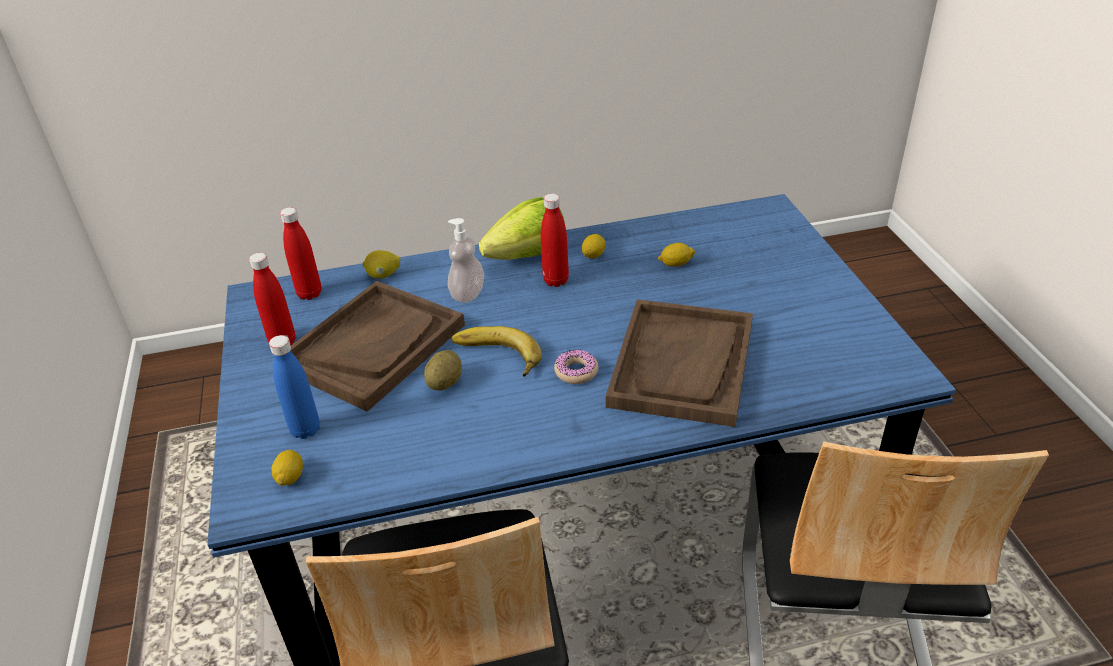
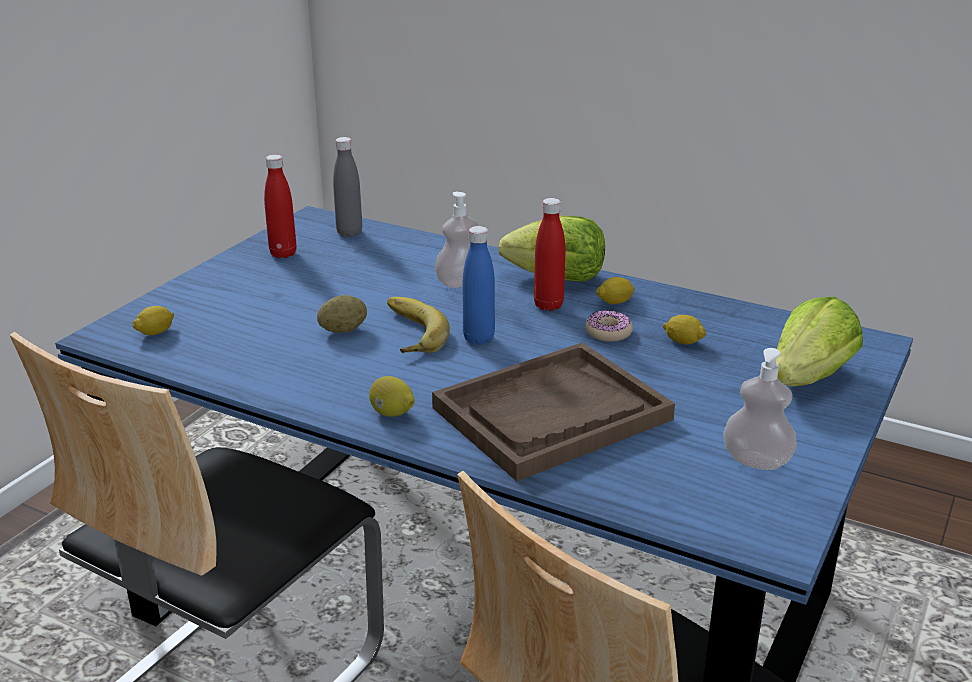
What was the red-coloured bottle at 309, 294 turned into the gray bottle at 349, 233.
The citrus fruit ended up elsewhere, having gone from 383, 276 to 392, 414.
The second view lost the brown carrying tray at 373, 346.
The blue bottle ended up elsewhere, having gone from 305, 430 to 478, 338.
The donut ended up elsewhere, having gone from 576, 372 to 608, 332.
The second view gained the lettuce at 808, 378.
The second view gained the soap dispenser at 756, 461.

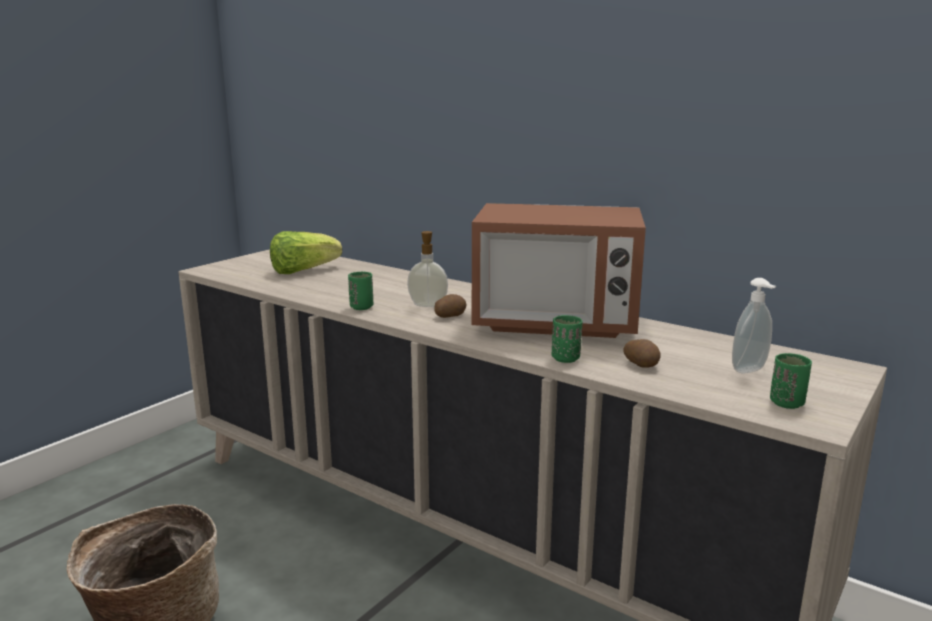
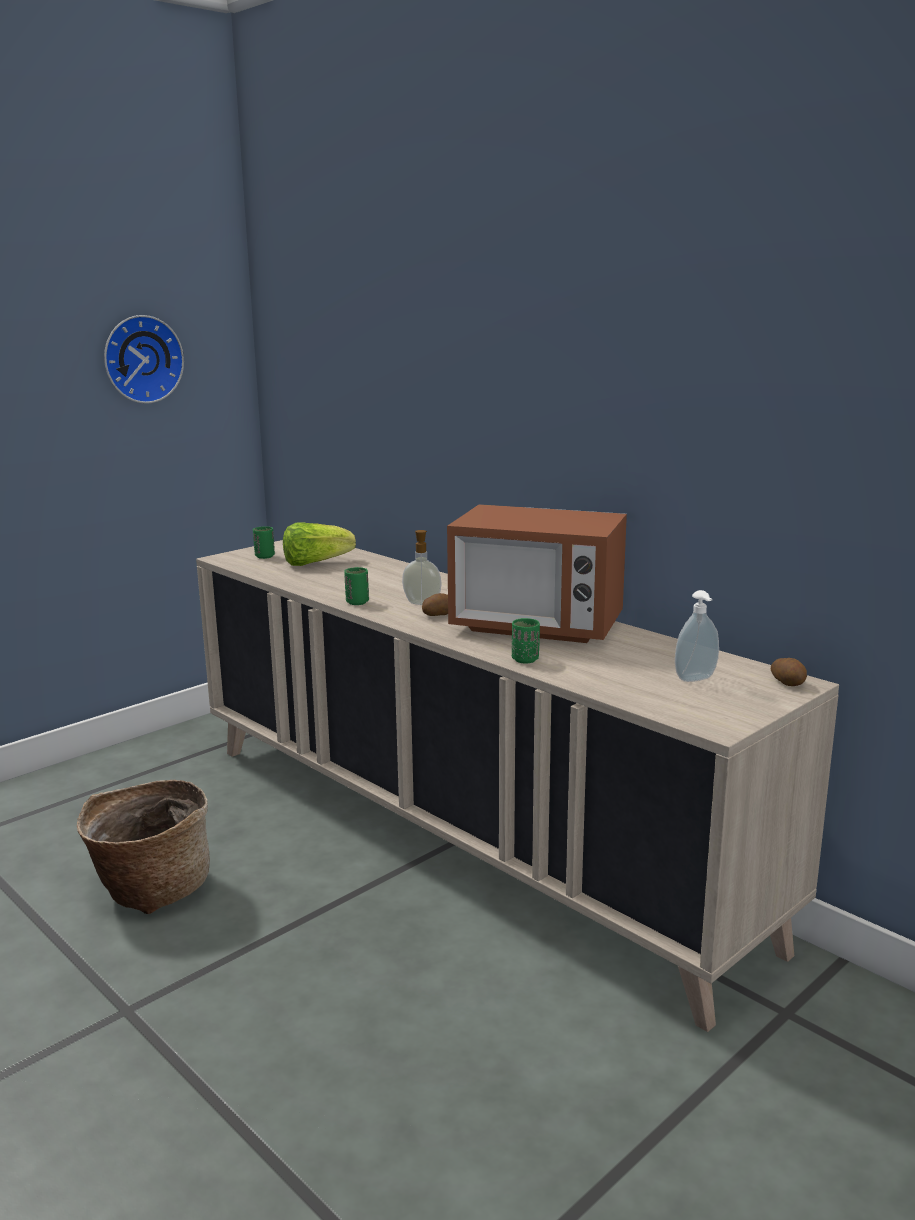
The potato ended up elsewhere, having gone from 642, 364 to 788, 683.
The greenish cup ended up elsewhere, having gone from 786, 403 to 264, 556.
The second view gained the wall clock at 141, 359.

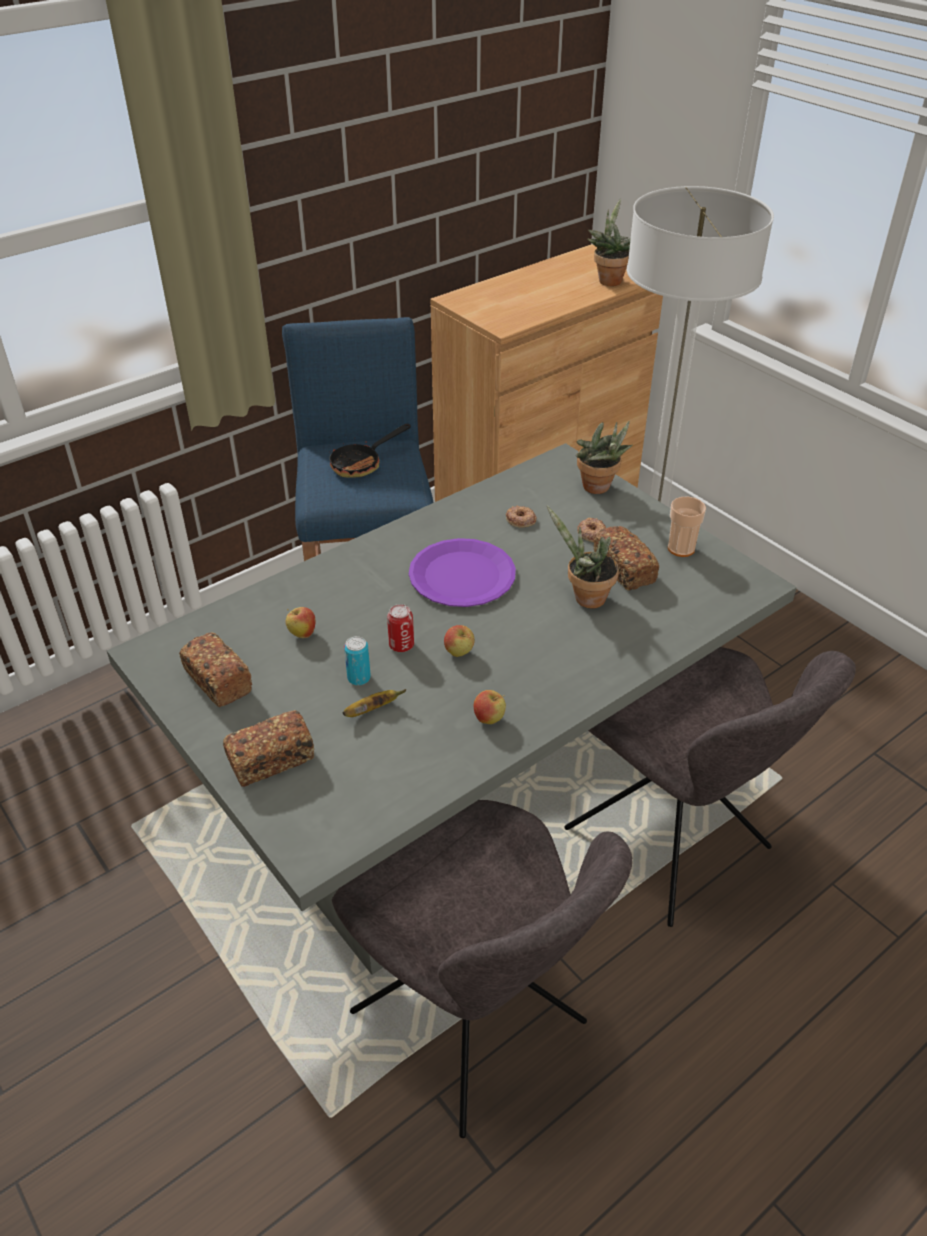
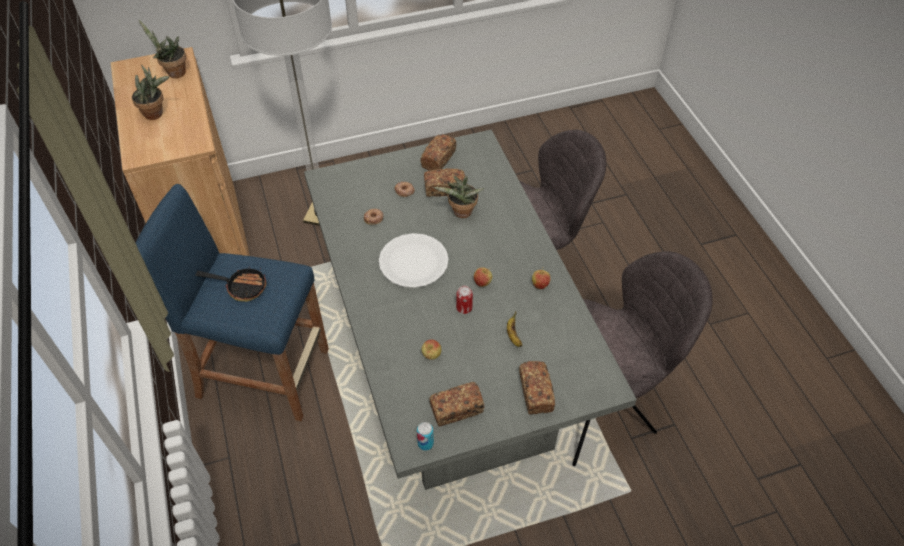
The plant in a pot ended up elsewhere, having gone from 599, 489 to 156, 113.
The frying pan at 362, 464 ended up facing another way, 60 degrees counterclockwise from before.
Where the cup stood at 681, 548, the bakery bread came to stand at 438, 159.
What was the purplish plate at 462, 575 turned into the white-coloured plate at 413, 261.
The sealed can ended up elsewhere, having gone from 359, 678 to 425, 443.

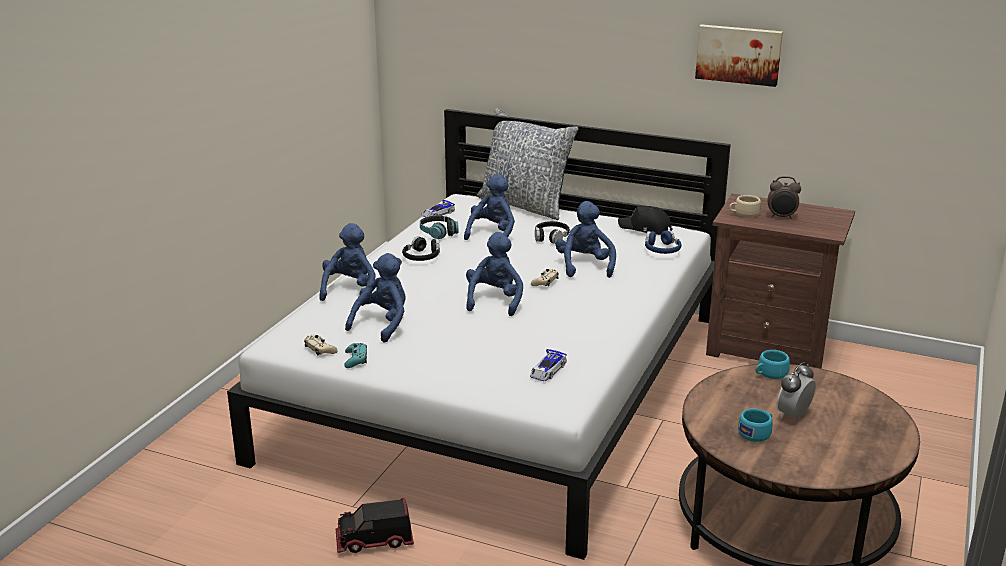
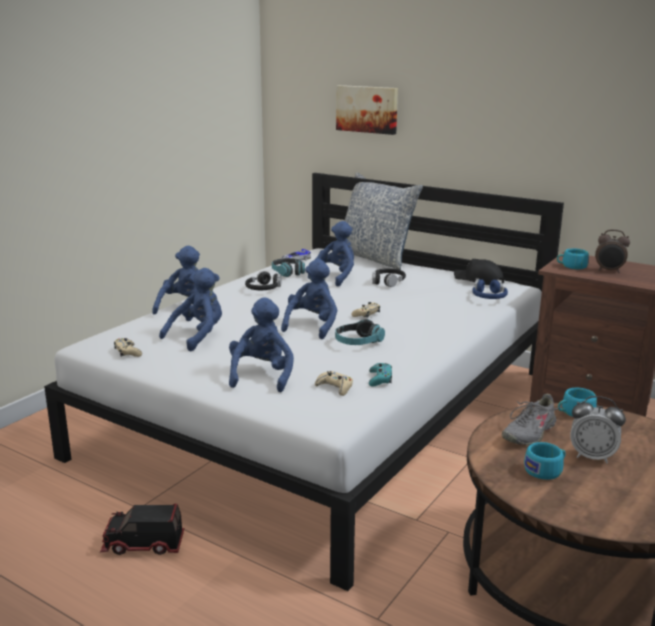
The wall art ended up elsewhere, having gone from 738, 54 to 367, 109.
What was the beige cup at 743, 214 turned into the turquoise-coloured cup at 571, 266.
The blue soft toy ended up elsewhere, having gone from 585, 266 to 262, 376.
The turquoise-coloured joypad ended up elsewhere, having gone from 356, 359 to 380, 379.
Where the toy car stood at 547, 370, the beige joypad came to stand at 334, 387.
The bedside clock at 793, 415 ended up facing another way, 120 degrees counterclockwise from before.
The second view gained the headset at 358, 342.
The second view gained the gray shoe at 528, 433.

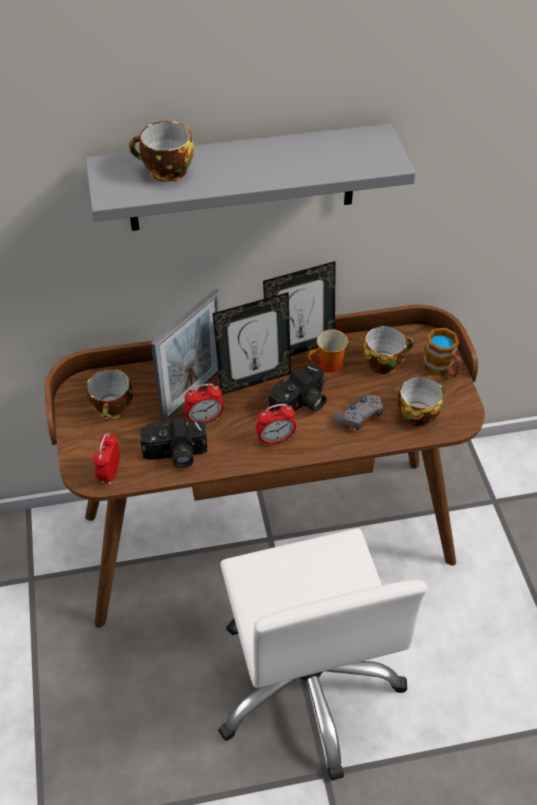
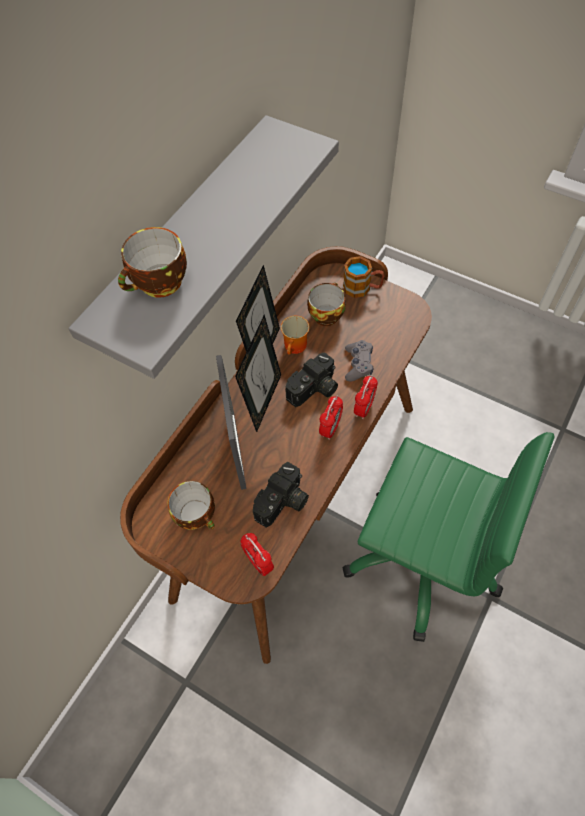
The still camera at 300, 405 ended up facing another way, 45 degrees clockwise from before.
The second view lost the cup at 417, 412.
The bedside clock ended up elsewhere, having gone from 205, 419 to 364, 408.
What was the white-coloured office chair at 307, 683 turned into the greenish office chair at 422, 558.

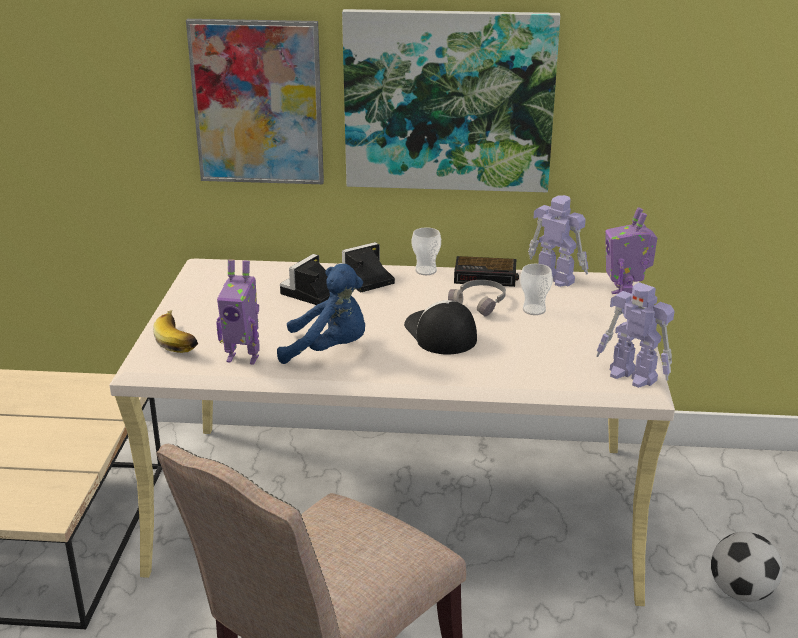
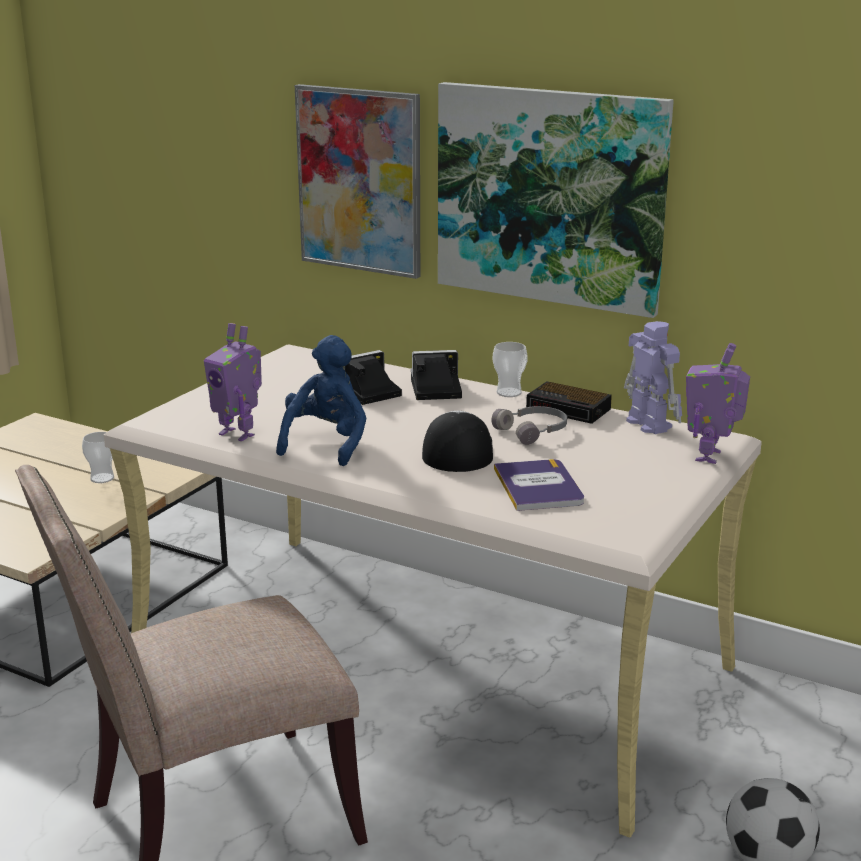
The blue soft toy at 328, 350 ended up facing another way, 105 degrees counterclockwise from before.
The cup ended up elsewhere, having gone from 534, 310 to 102, 478.
The second view lost the toy robot at 633, 376.
The second view lost the banana at 181, 341.
The second view gained the volume at 538, 486.

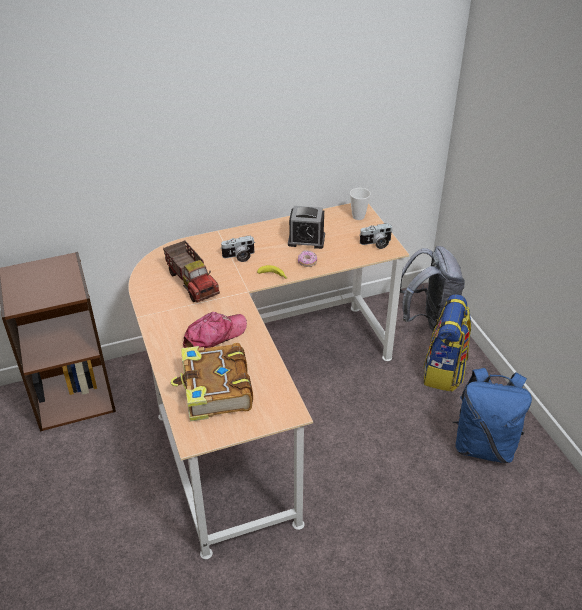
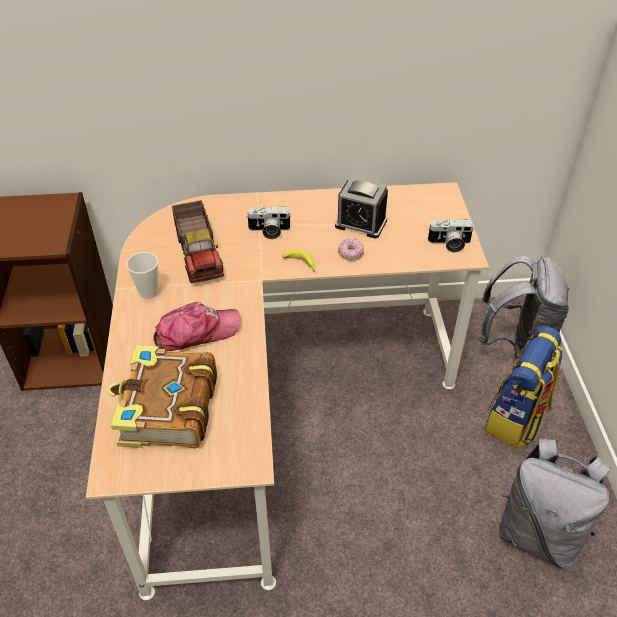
The cup ended up elsewhere, having gone from 358, 216 to 148, 292.
What was the blue knapsack at 484, 445 turned into the gray knapsack at 539, 533.

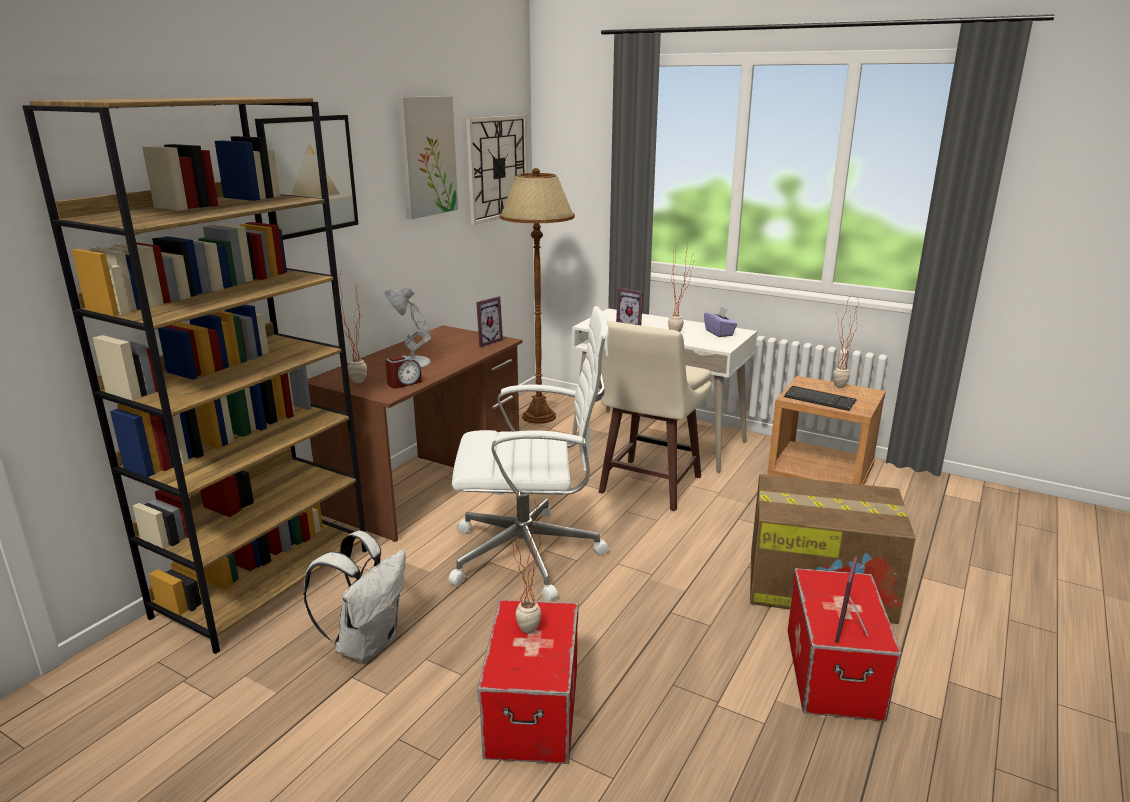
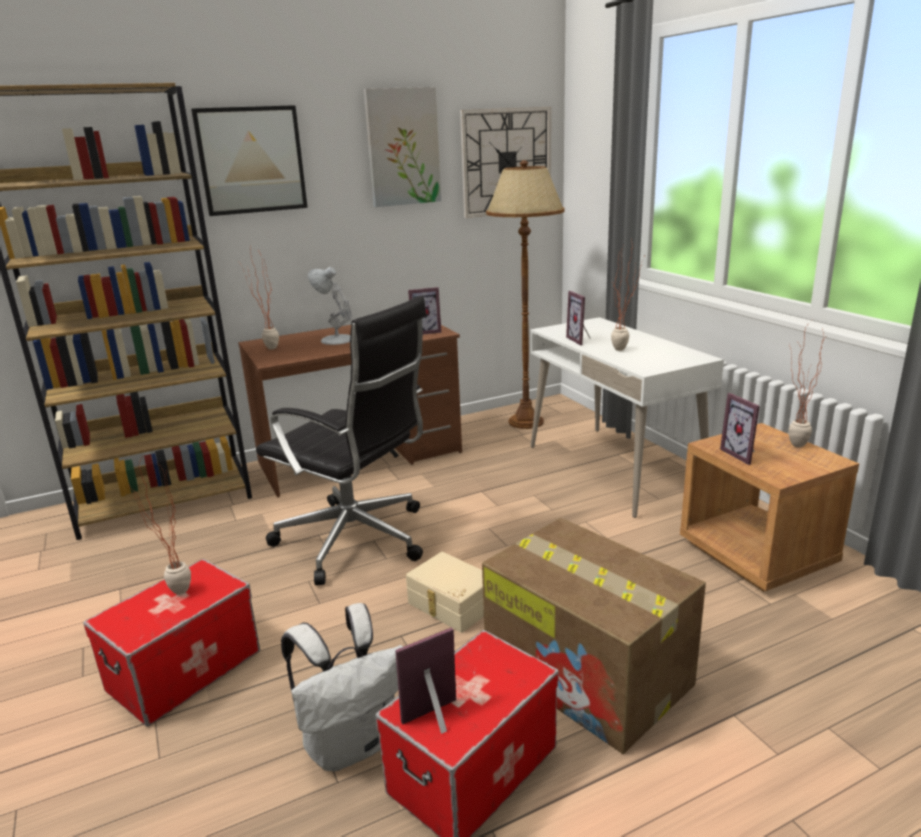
What was the white-coloured office chair at 530, 555 turned into the black office chair at 357, 540.
The second view lost the purplish box of tissues at 719, 333.
The second view lost the beige stool seat at 648, 486.
The second view lost the bedside clock at 404, 383.
Where the computer keyboard stood at 819, 400, the picture frame came to stand at 743, 454.
The white-coloured knapsack ended up elsewhere, having gone from 367, 643 to 351, 743.
The second view gained the beige storage bin at 451, 605.

